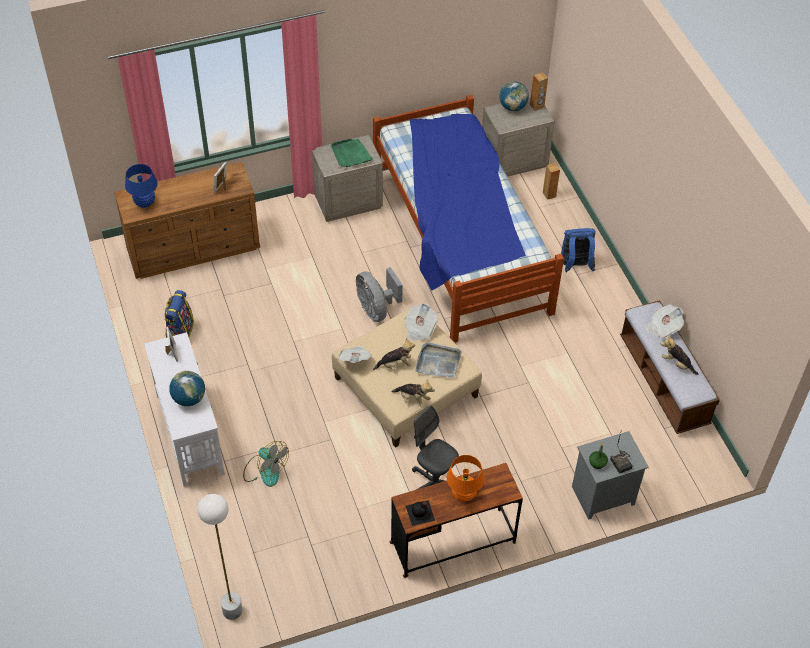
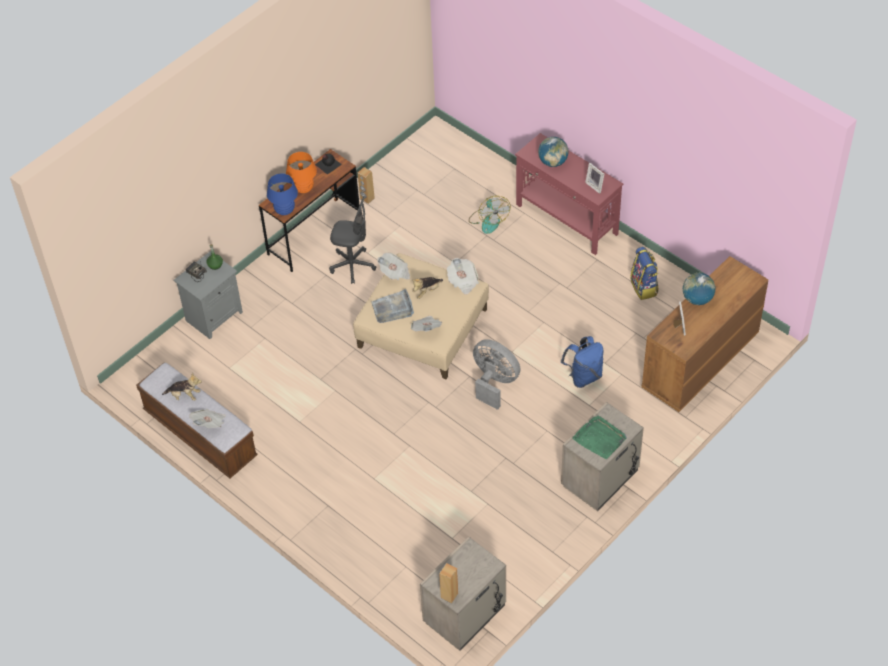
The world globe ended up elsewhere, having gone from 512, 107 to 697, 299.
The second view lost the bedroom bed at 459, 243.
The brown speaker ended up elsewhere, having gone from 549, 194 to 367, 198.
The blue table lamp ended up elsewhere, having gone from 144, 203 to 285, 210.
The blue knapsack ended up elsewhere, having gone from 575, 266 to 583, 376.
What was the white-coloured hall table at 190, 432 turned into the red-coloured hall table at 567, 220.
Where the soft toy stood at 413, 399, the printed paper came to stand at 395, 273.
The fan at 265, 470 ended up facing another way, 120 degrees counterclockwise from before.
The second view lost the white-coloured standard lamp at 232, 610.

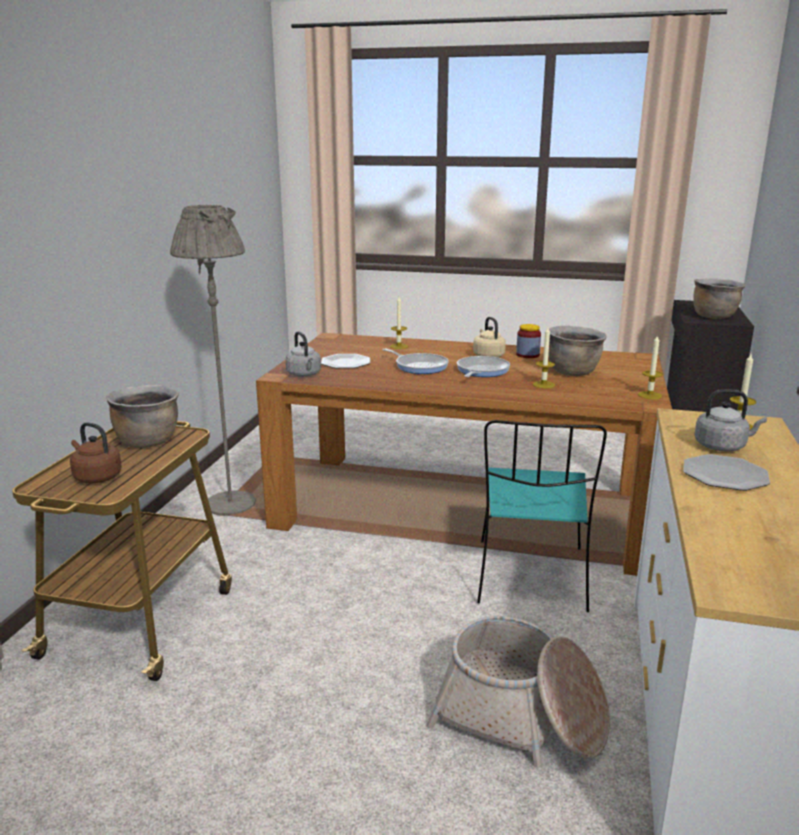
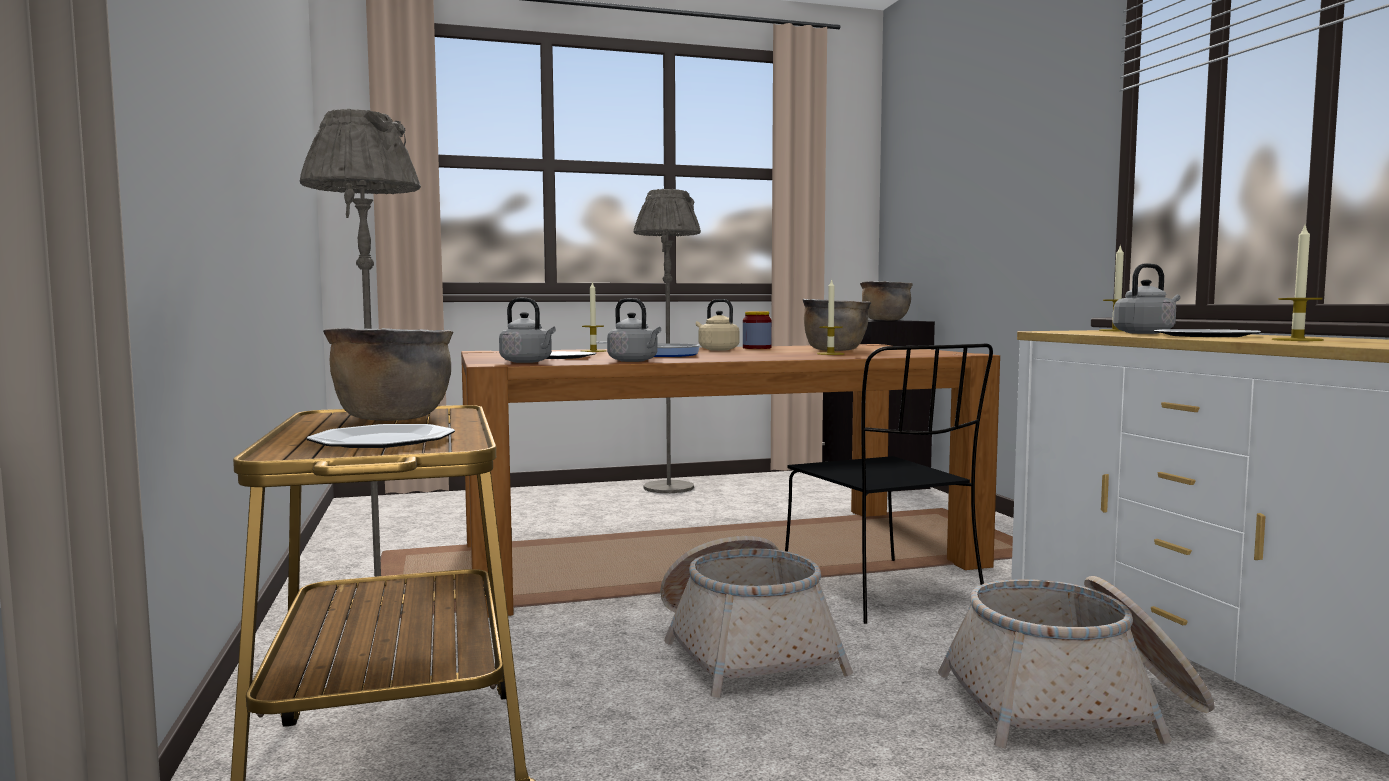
The wax candle ended up elsewhere, having gone from 649, 395 to 1297, 340.
The second view lost the frying pan at 481, 371.
What was the turquoise-coloured plain chair at 531, 578 turned into the black plain chair at 883, 592.
Where the brown tea kettle stood at 96, 477, the plate came to stand at 382, 441.
The second view gained the gray standard lamp at 668, 487.
The second view gained the gray tea kettle at 634, 361.
The second view gained the household basket at 744, 649.

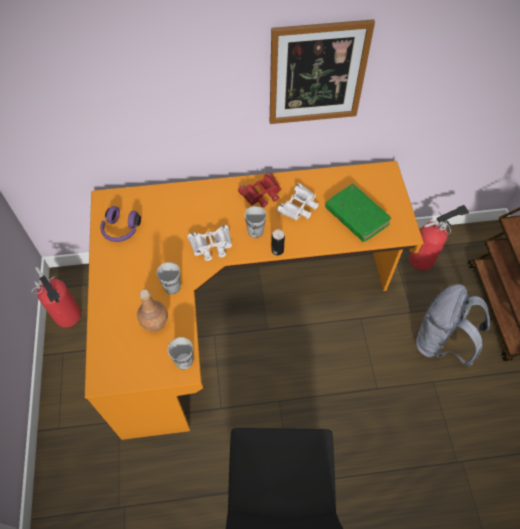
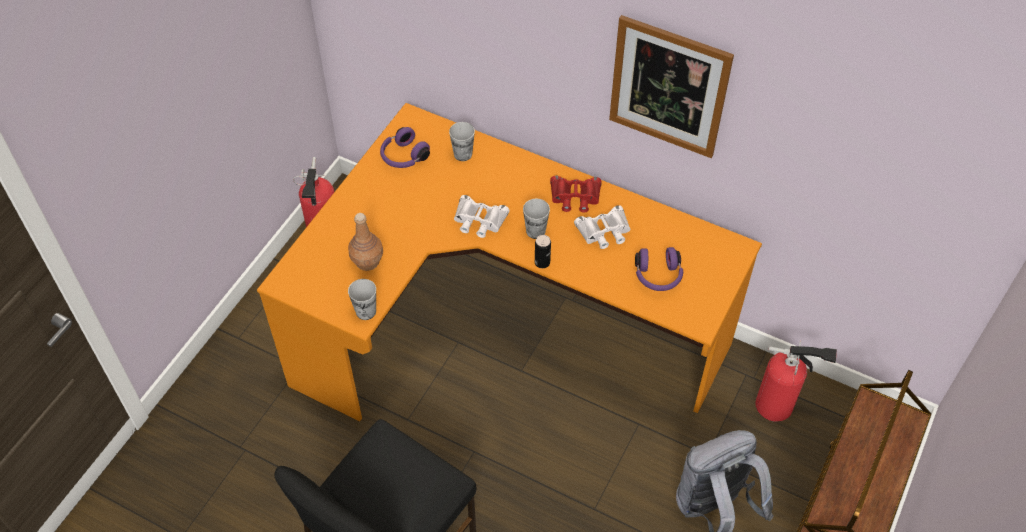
Where the greenish volume stood at 356, 217, the purplish headset came to stand at 658, 276.
The cup ended up elsewhere, having gone from 172, 287 to 463, 154.

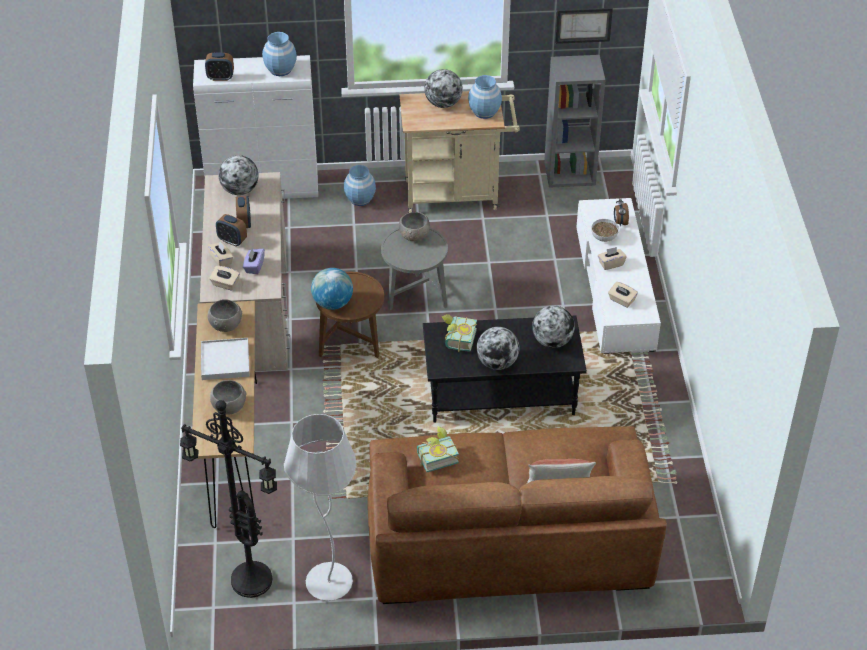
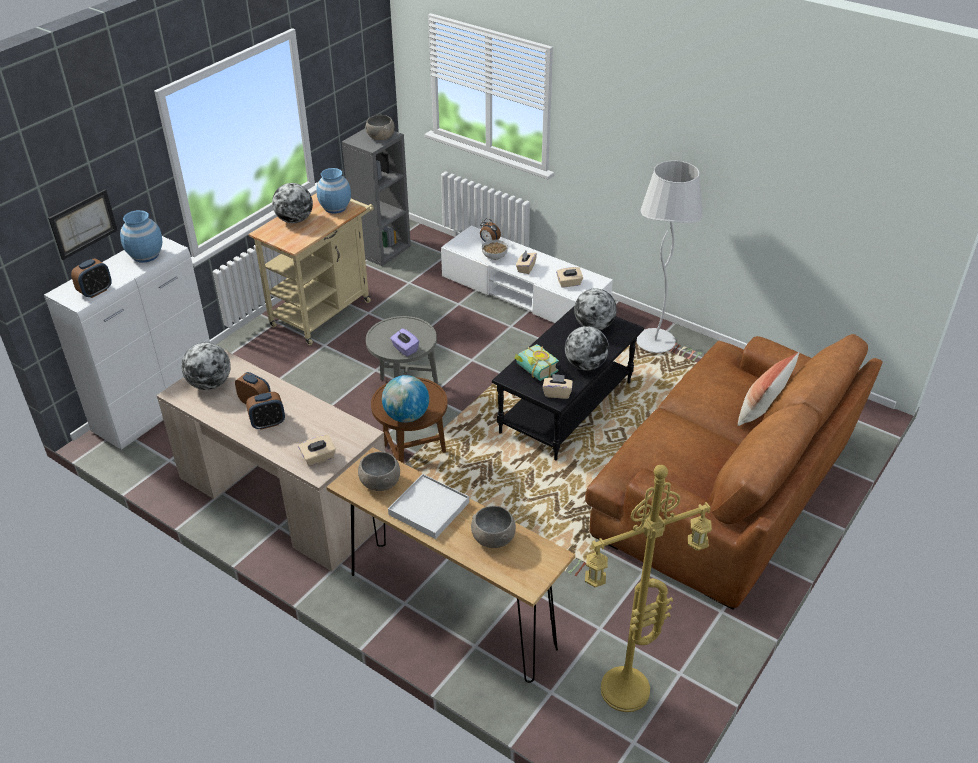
The wall art ended up elsewhere, having gone from 583, 25 to 83, 224.
The second view lost the blue flower vase at 360, 199.
The gray serving bowl ended up elsewhere, having gone from 414, 235 to 381, 137.
The beige box of tissues ended up elsewhere, having gone from 221, 260 to 557, 393.
The purplish box of tissues ended up elsewhere, having gone from 254, 266 to 405, 349.
What was the black standard lamp at 248, 582 turned into the yellow-coloured standard lamp at 624, 694.
The white-coloured standard lamp ended up elsewhere, having gone from 329, 583 to 655, 343.
The second view lost the volume at 436, 456.

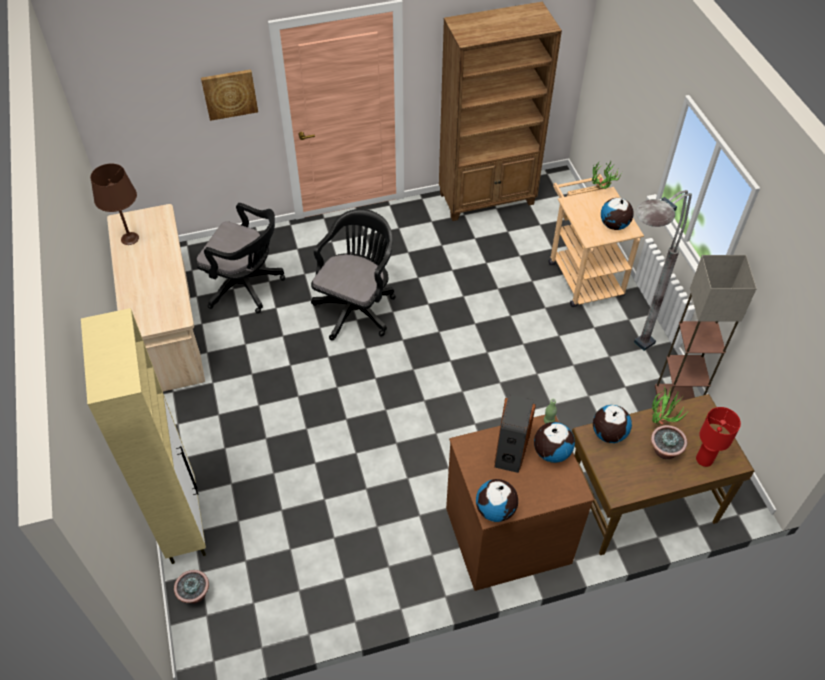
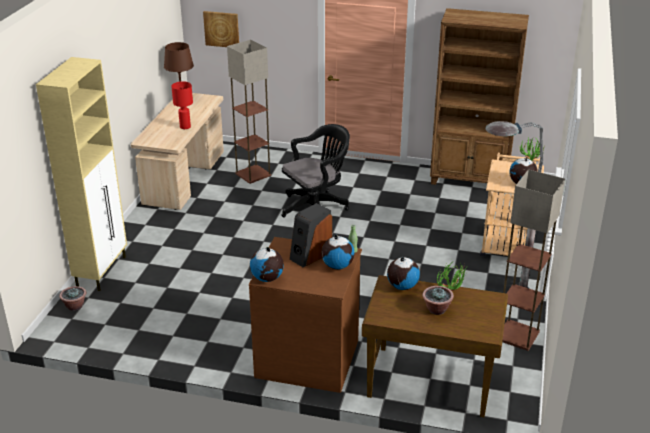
The wall art ended up elsewhere, having gone from 229, 94 to 221, 29.
Where the black office chair stood at 247, 286, the standard lamp came to stand at 253, 175.
The red-coloured table lamp ended up elsewhere, having gone from 704, 460 to 185, 127.

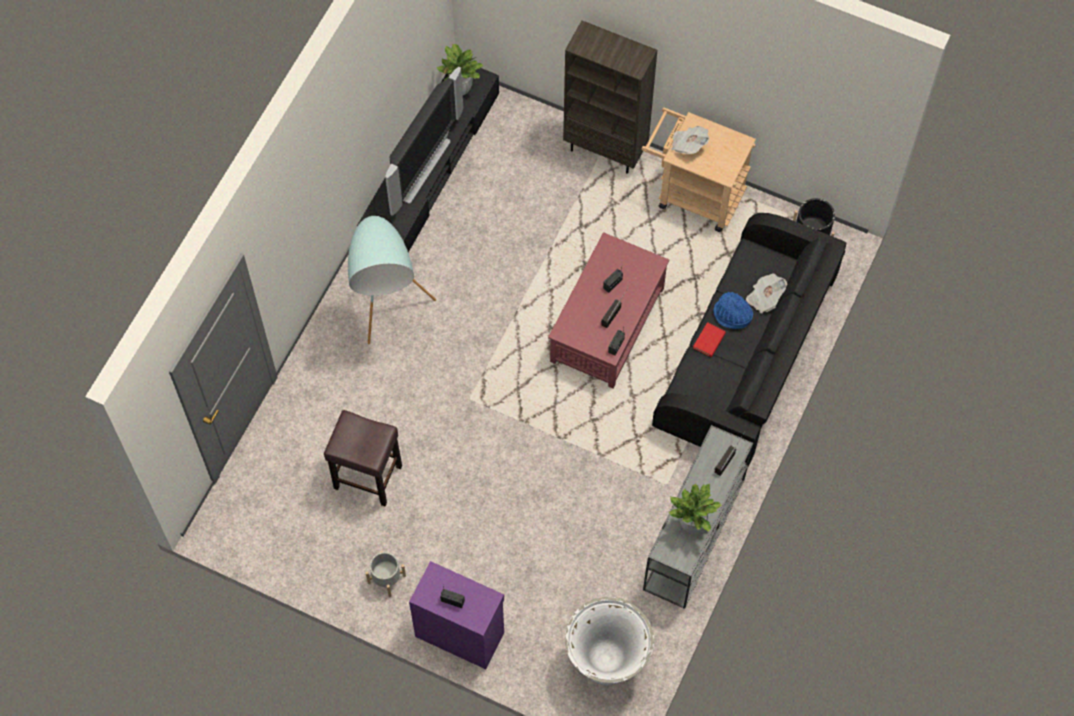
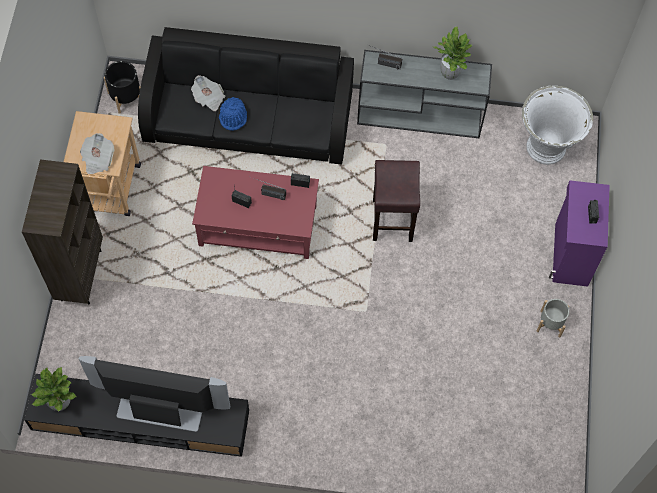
The second view lost the turquoise-coloured standard lamp at 388, 321.
The second view lost the red-coloured volume at 709, 341.
The brown stool seat ended up elsewhere, having gone from 366, 477 to 392, 221.

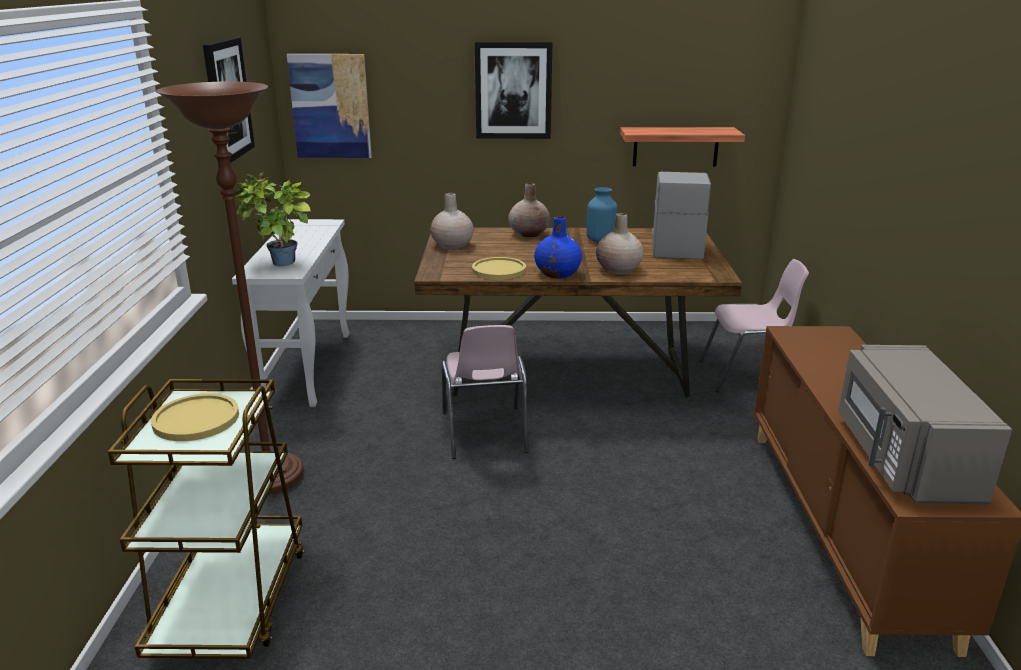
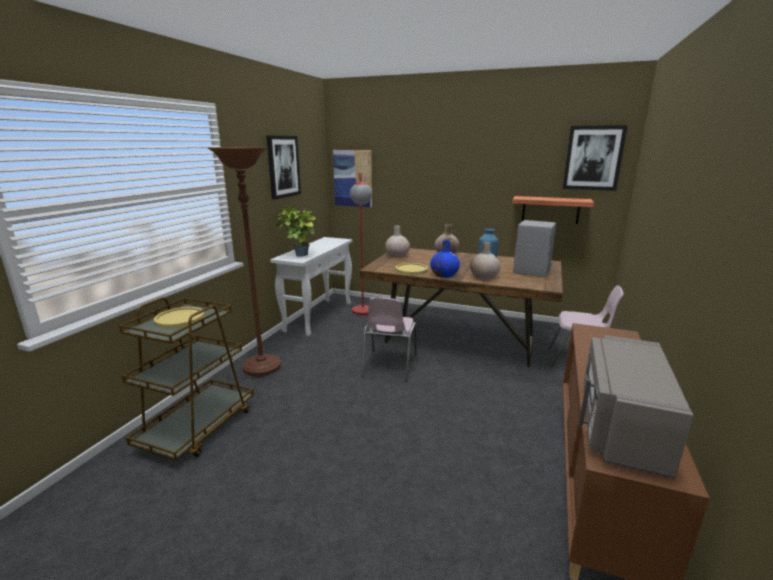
The wall art ended up elsewhere, having gone from 513, 90 to 593, 158.
The second view gained the red-coloured standard lamp at 363, 314.

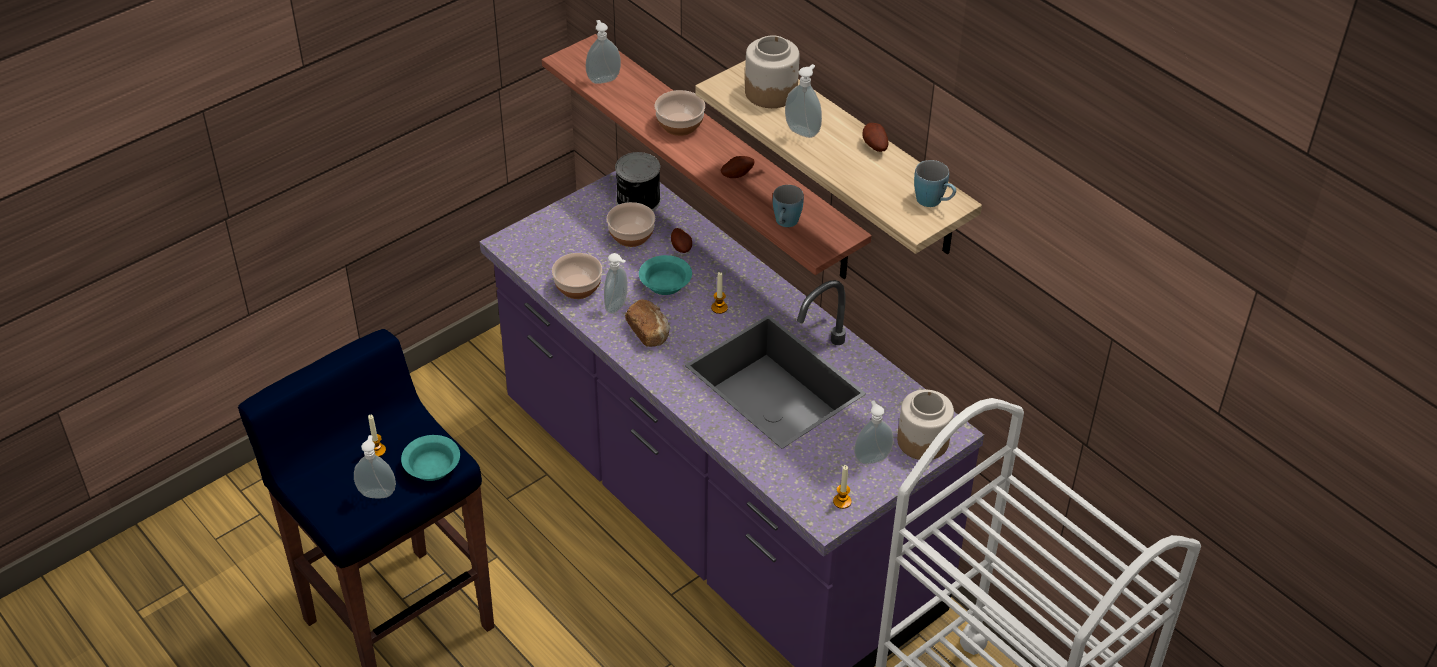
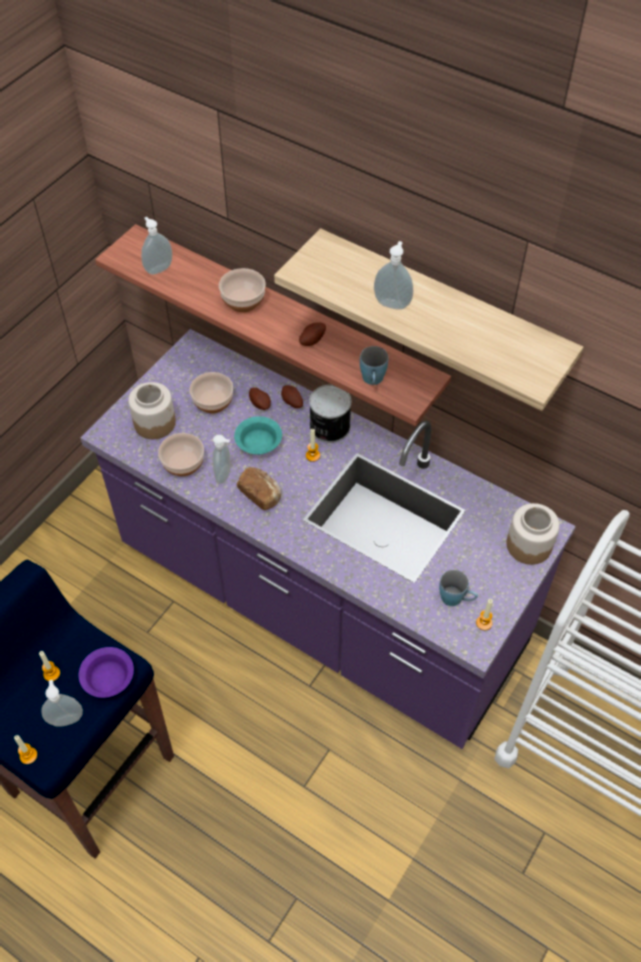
The preserve jar ended up elsewhere, having gone from 771, 92 to 154, 422.
The potato ended up elsewhere, having gone from 874, 146 to 291, 402.
The sealed can ended up elsewhere, having gone from 637, 200 to 328, 427.
The blue coffee mug ended up elsewhere, having gone from 934, 202 to 456, 599.
The second view lost the soap dispenser at 871, 457.
What was the turquoise-coloured serving bowl at 433, 468 turned into the purplish serving bowl at 110, 678.
The second view gained the wax candle at 28, 756.

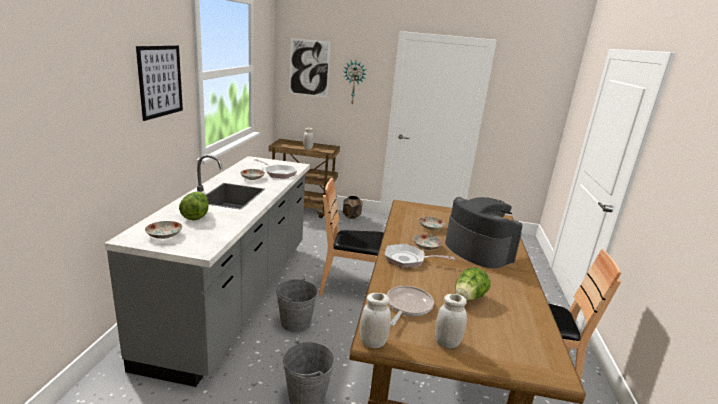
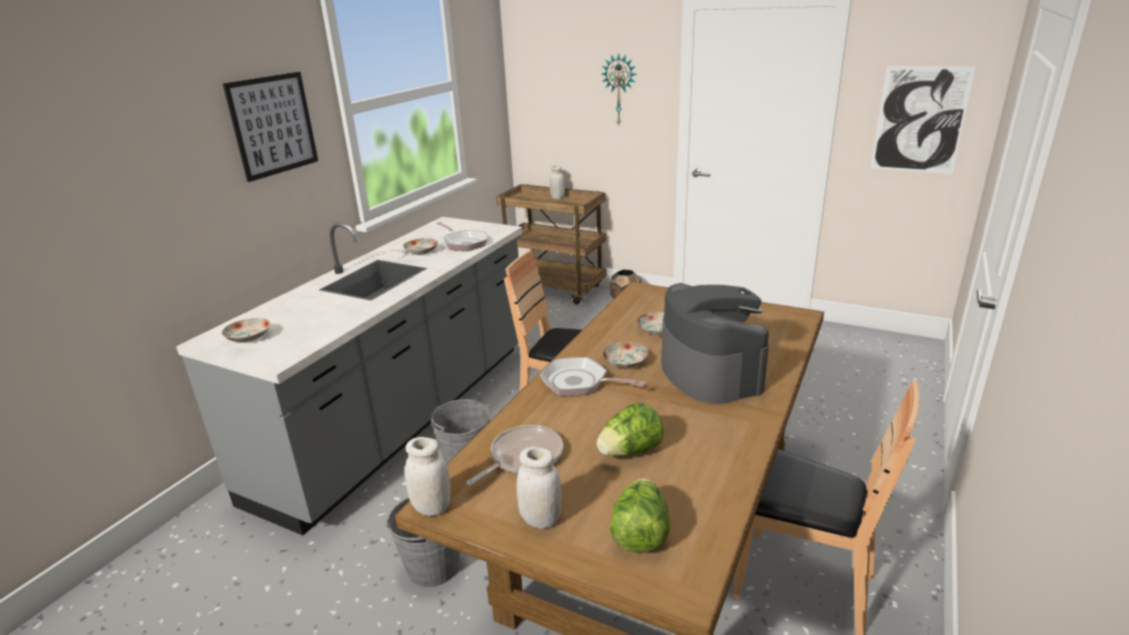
The wall art ended up elsewhere, having gone from 309, 68 to 920, 120.
The lettuce ended up elsewhere, having gone from 196, 215 to 640, 533.

